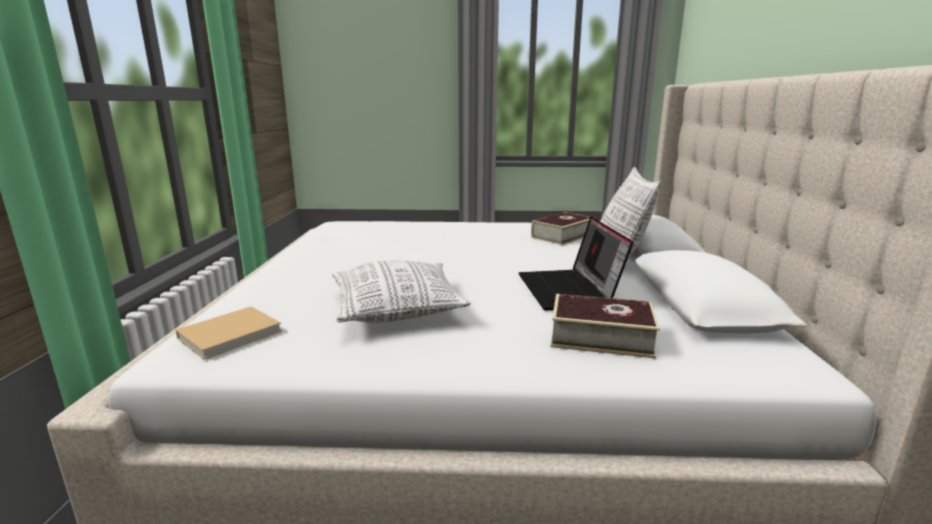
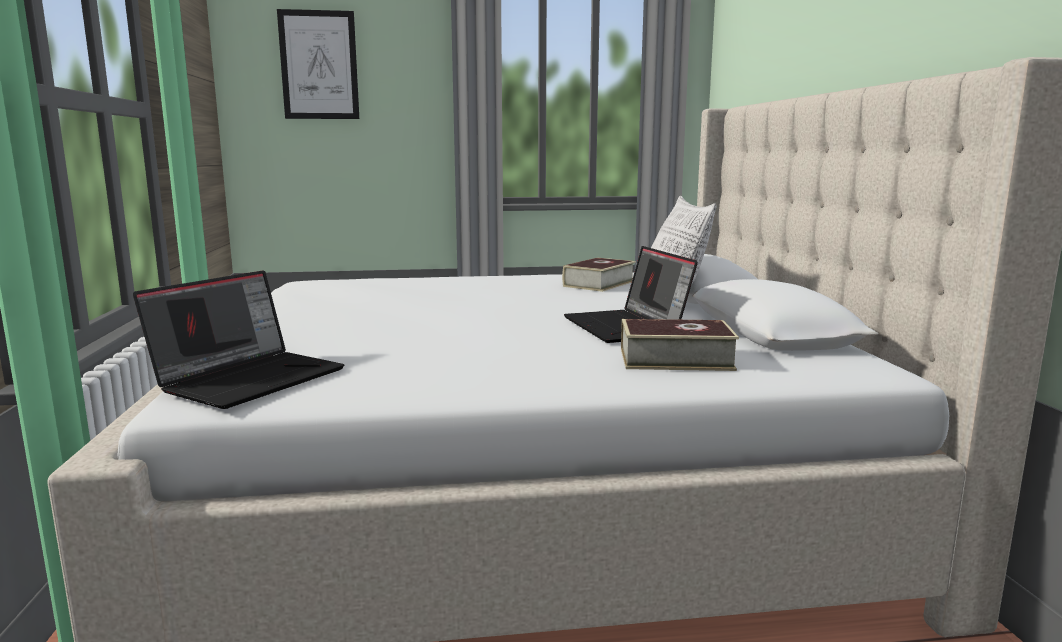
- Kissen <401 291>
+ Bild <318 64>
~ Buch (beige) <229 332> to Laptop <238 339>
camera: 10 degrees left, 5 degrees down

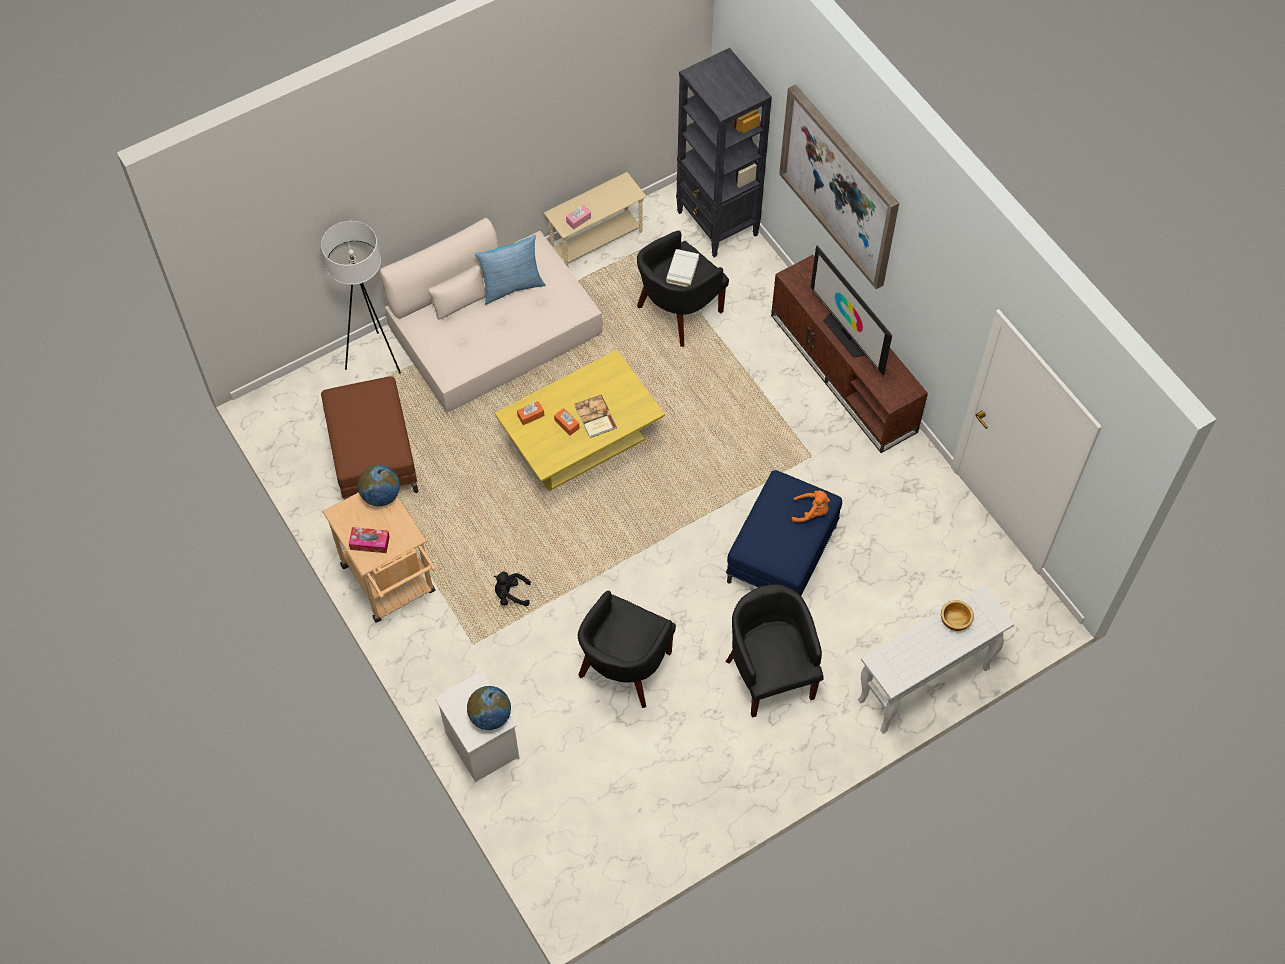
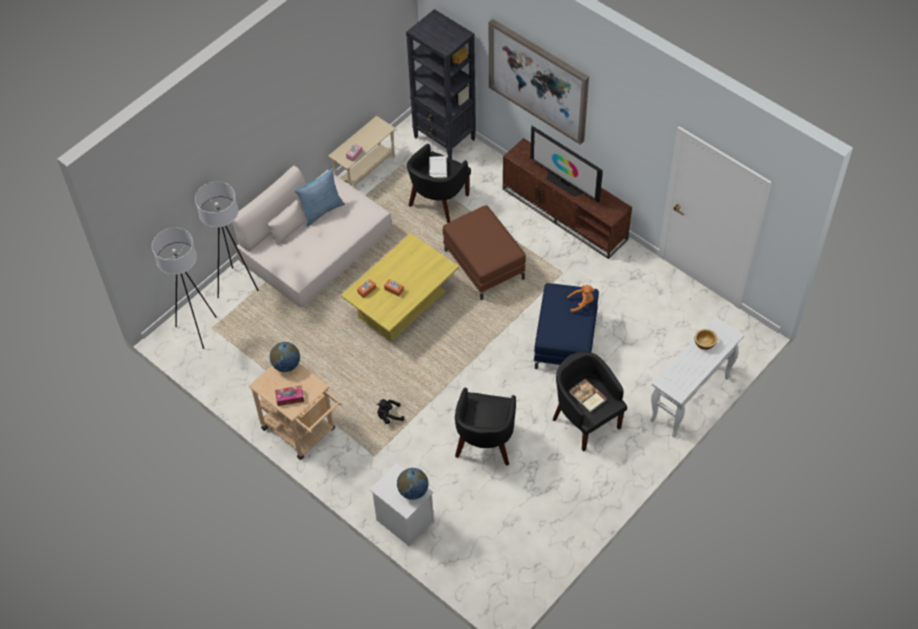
+ Stehlampe (weiß) <184 288>
~ Polsterhocker (braun) <369 438> to <484 252>
~ Buch <596 416> to <588 395>
camera: 15 degrees left, 5 degrees down

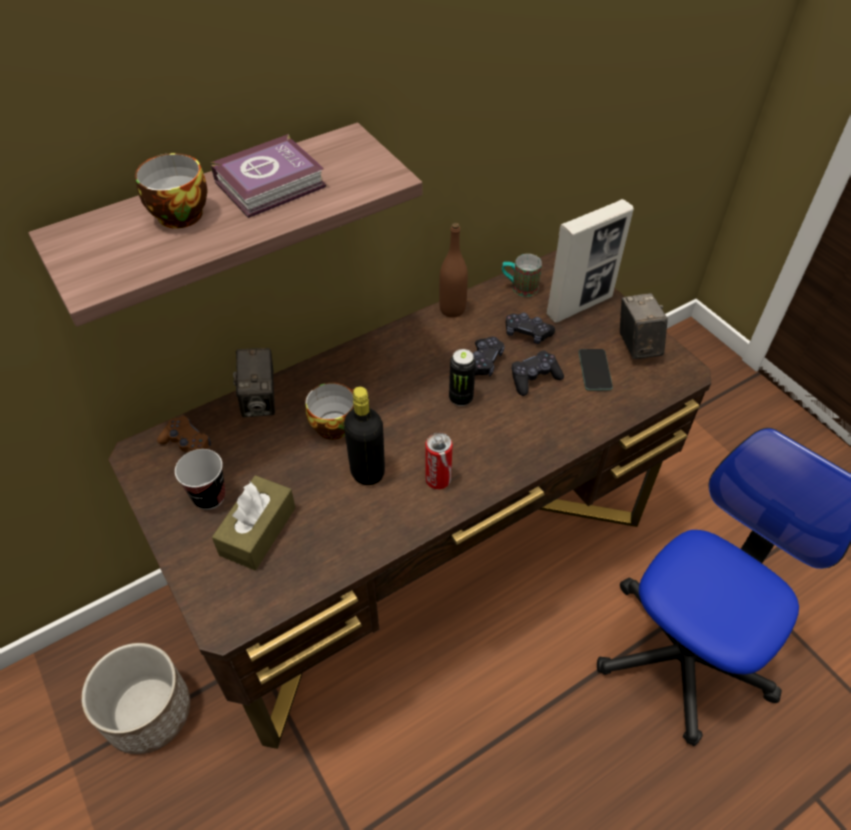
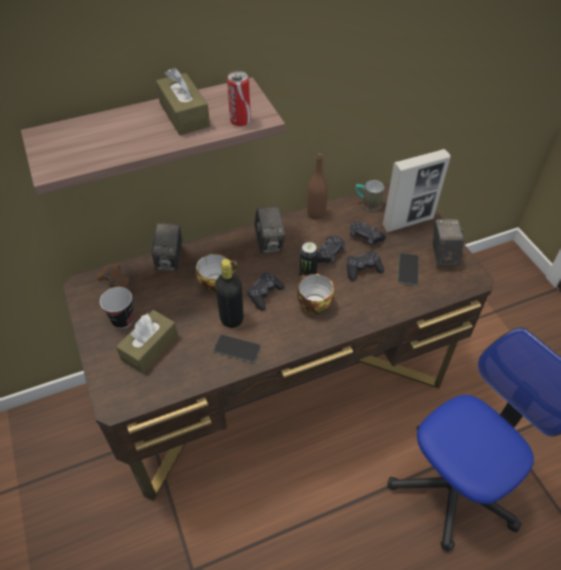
- Pflanzkübel <135 698>
+ Handy <237 349>
+ Gamepad (schwarz) <266 291>
+ Kamera <270 230>
~ Tasse <171 191> to <315 294>
~ Dose <439 461> to <239 98>
~ Buch <268 176> to Taschentuchbox (braun) <183 101>
camera: 10 degrees right, 0 degrees up

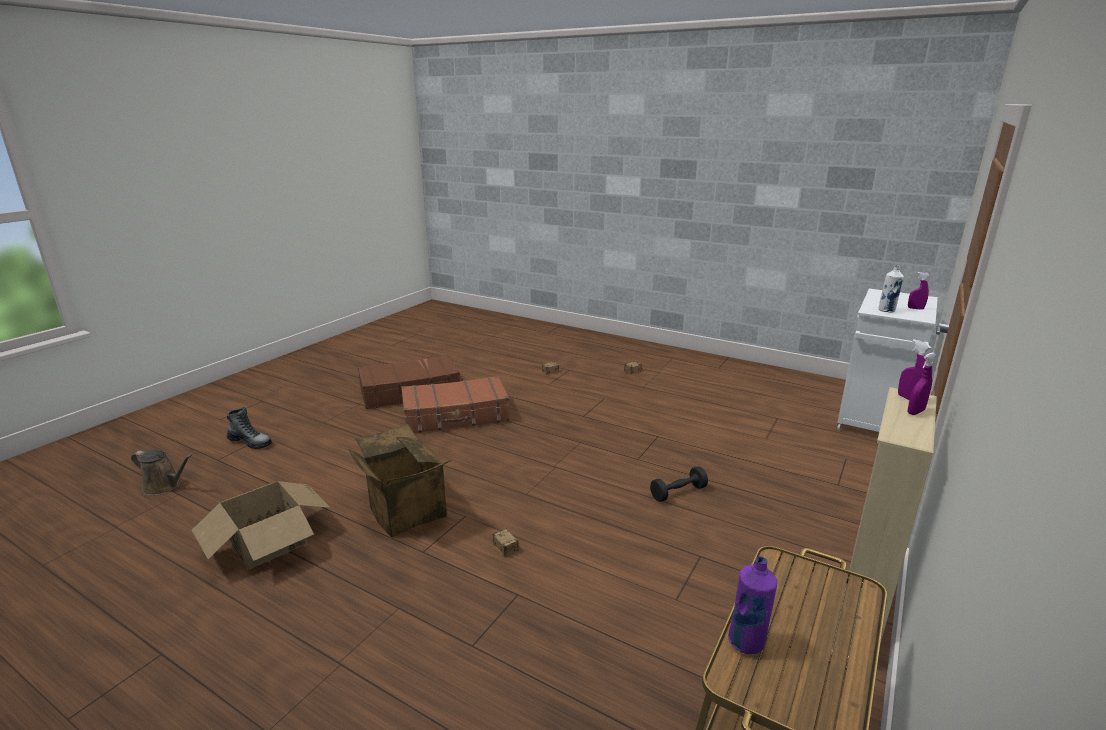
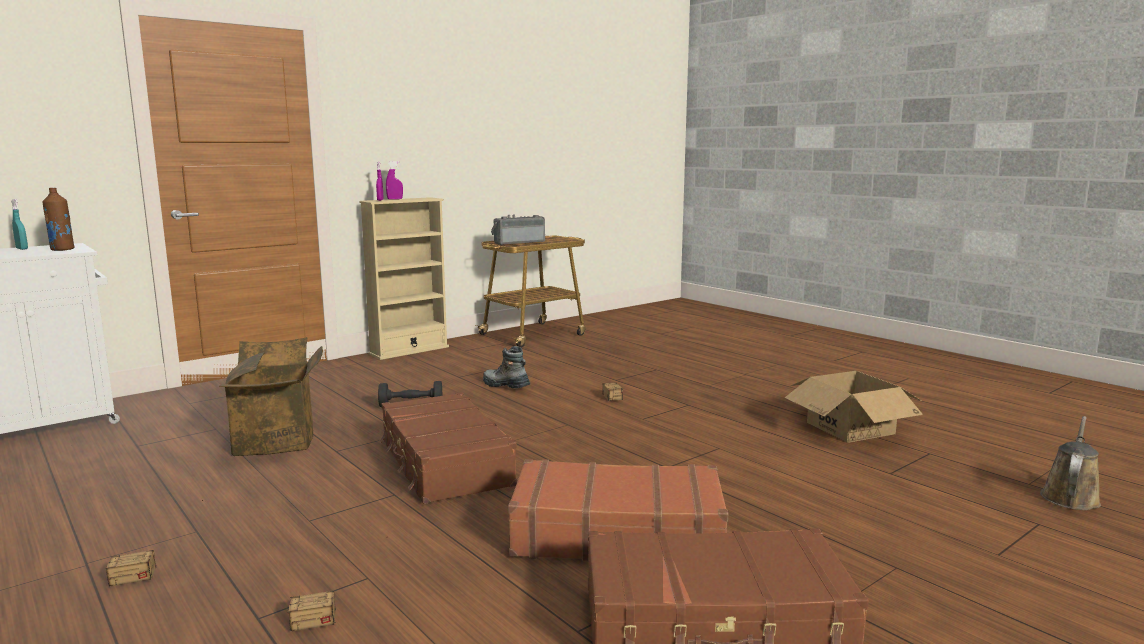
- Flasche (lila) <752 605>
+ Koffer (braun) <448 448>
+ Radio <518 230>
~ Stiefel <249 428> to <506 367>
~ Karton <399 480> to <271 396>
~ Flasche (weiß) <891 288> to Flasche (braun) <58 219>
~ Sprühflasche (lila) <919 291> to Sprühflasche (türkis) <19 224>
~ Gießkanne (braun) <161 473> = <1070 463> 90 degrees clockwise
camera: 160 degrees left, 10 degrees down

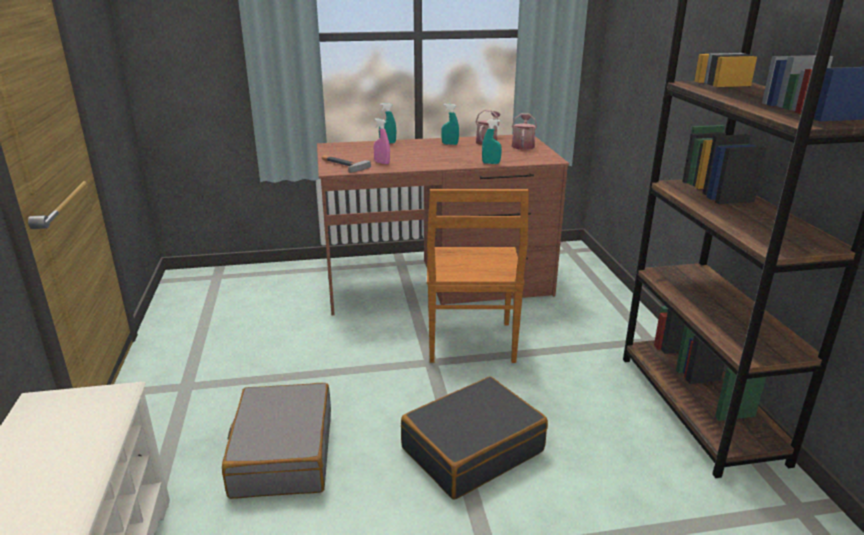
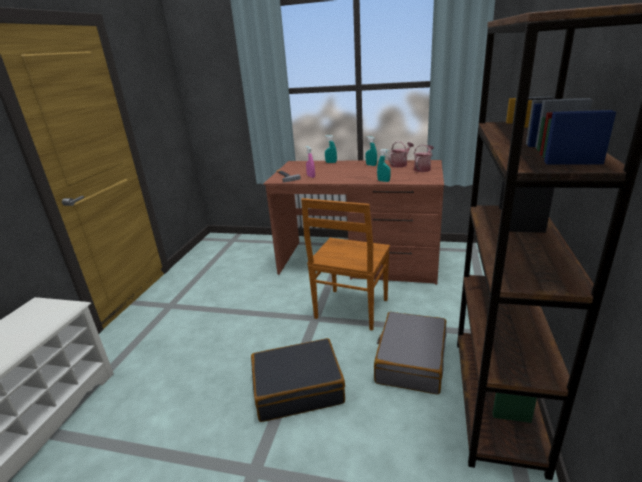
~ Koffer (grau) <276 441> to <410 353>
camera: 25 degrees right, 0 degrees up

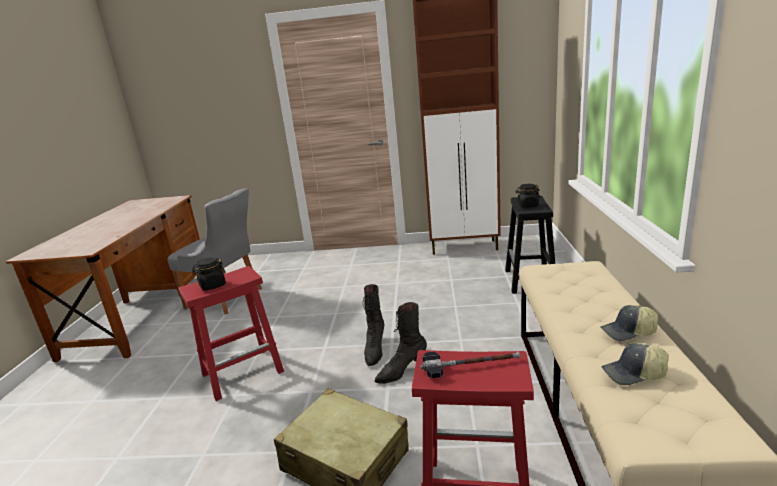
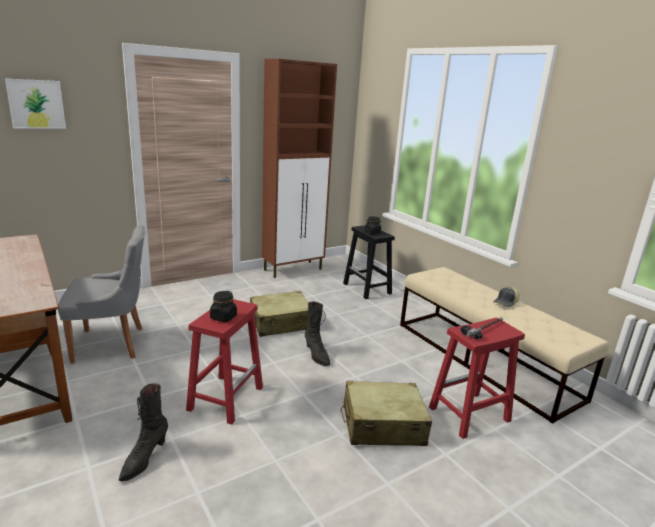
- Kappe <635 364>
+ Bild <35 103>
+ Koffer (beige) <279 314>
~ Stiefel (schwarz) <400 343> to <143 432>
camera: 40 degrees left, 0 degrees up

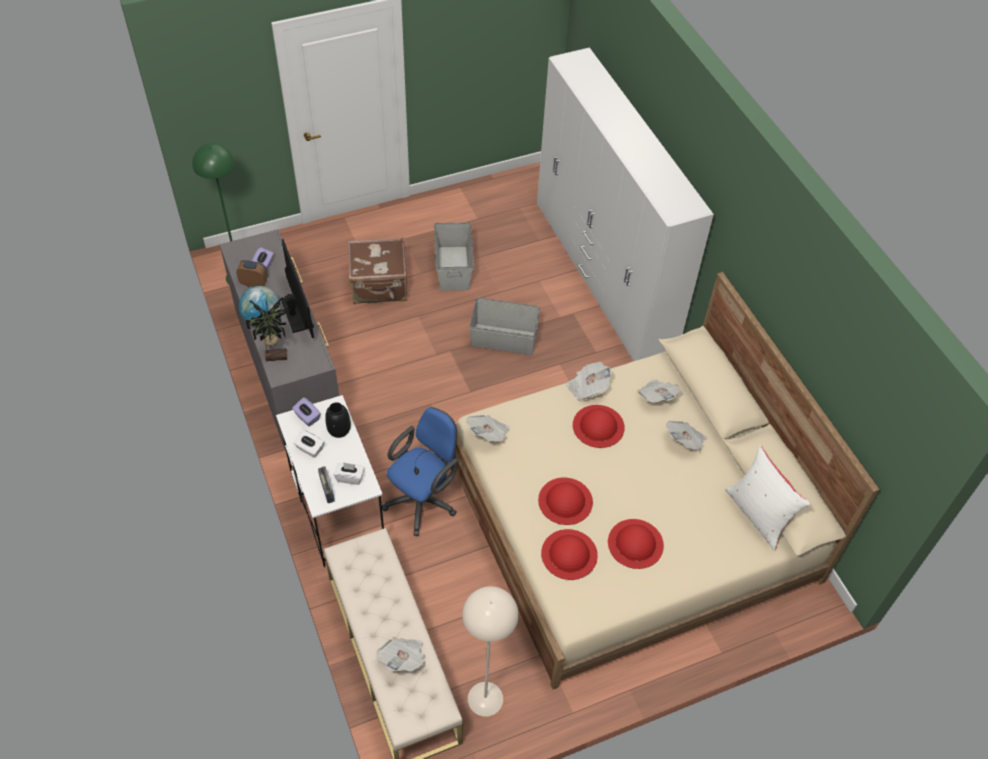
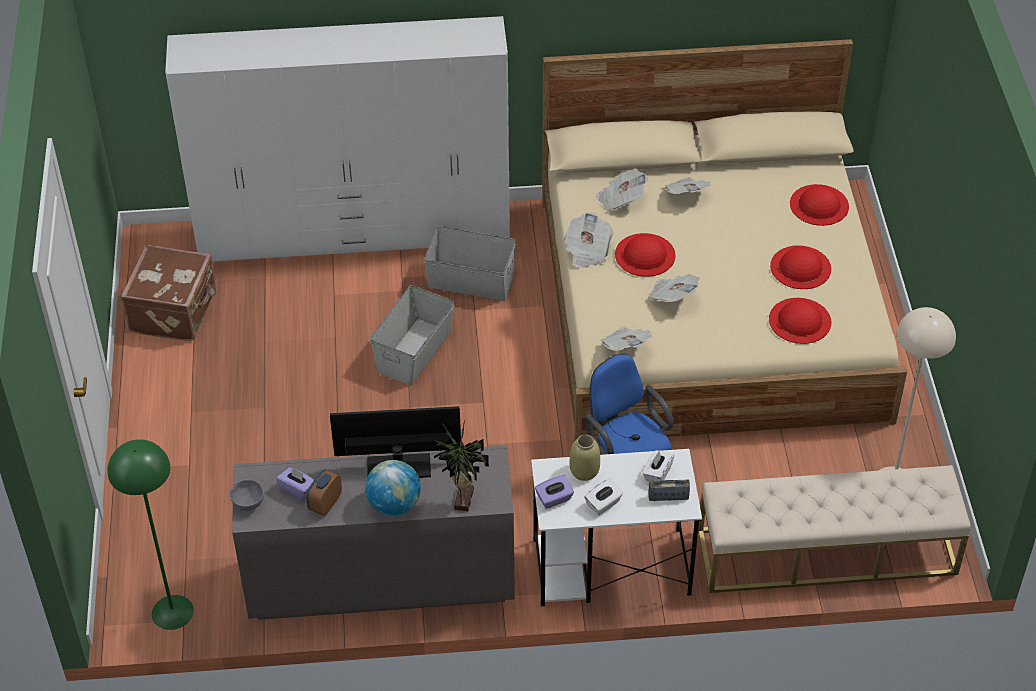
- Kissen (weiß) <768 498>
+ Schüssel (grau) <247 495>
~ Koffer (braun) <377 271> to <169 292>
~ Zeitung <401 654> to <674 288>
~ Aufbewahrungsbox (grau) <454 256> to <470 263>
~ Hut (rot) <565 501> to <819 205>
~ Vase (schwarz) <338 420> to Vase (beige) <585 458>
camera: 70 degrees left, 5 degrees down

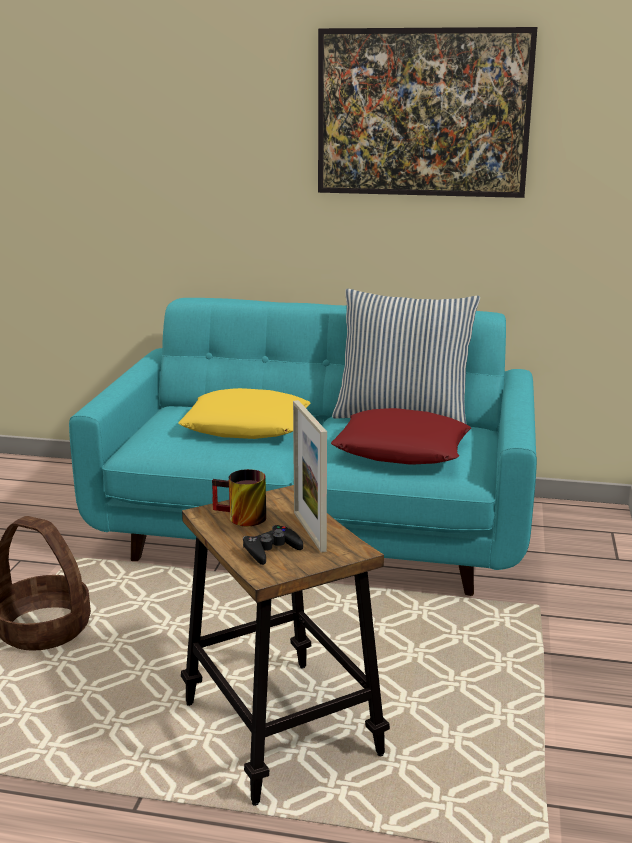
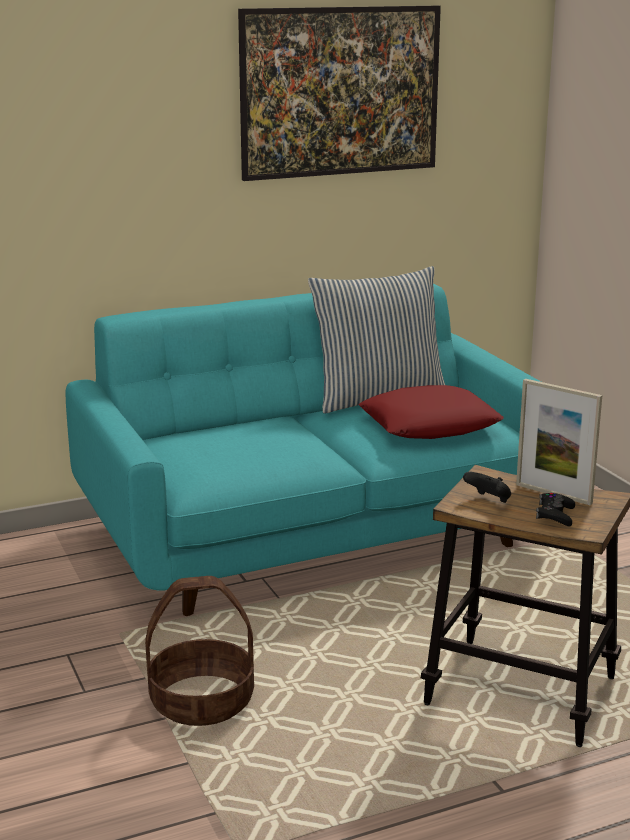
- Kissen (gelb) <244 413>
~ Henkelbecher <239 497> to Gamepad (schwarz) <487 487>
camera: 35 degrees left, 0 degrees up

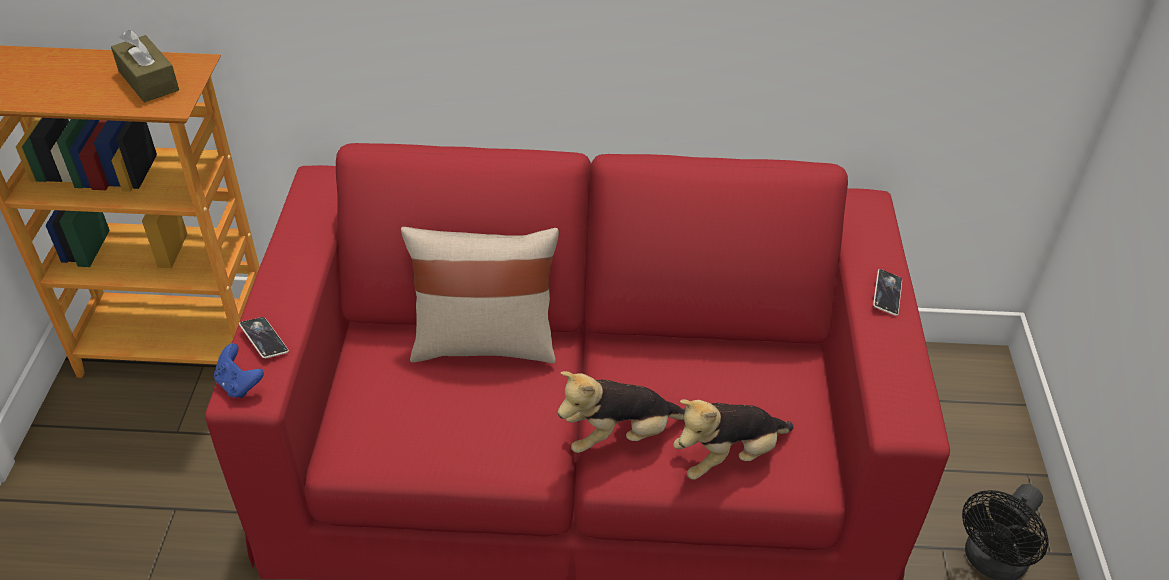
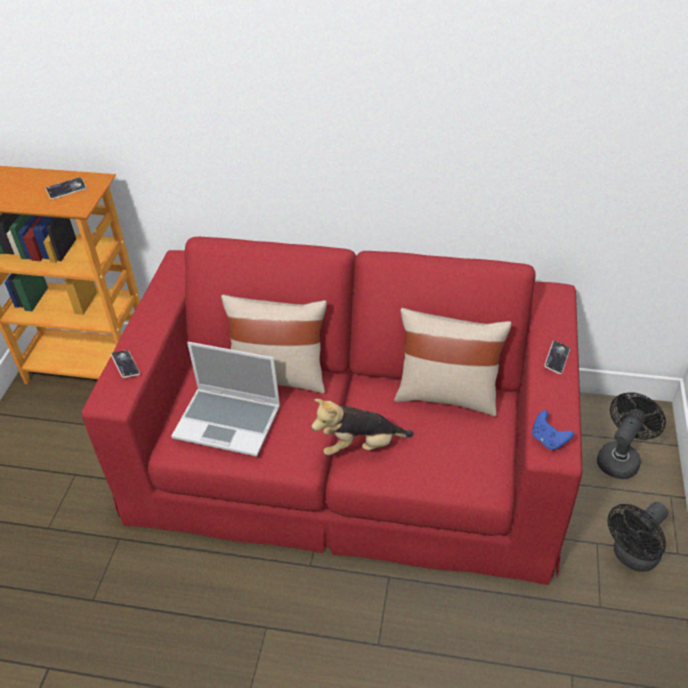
- Plüschtier <733 439>
+ Laptop <226 399>
+ Kissen (beige) <452 362>
+ Ventilator (schwarz) <631 435>
~ Gamepad (blau) <239 370> to <553 430>
~ Taschentuchbox (braun) <145 66> to Handy <66 188>
camera: 10 degrees right, 0 degrees up

